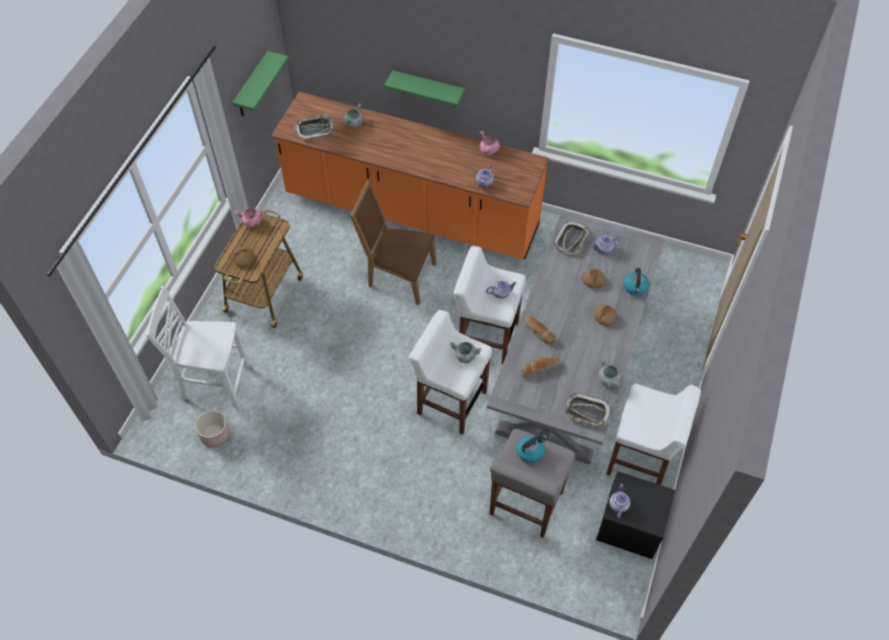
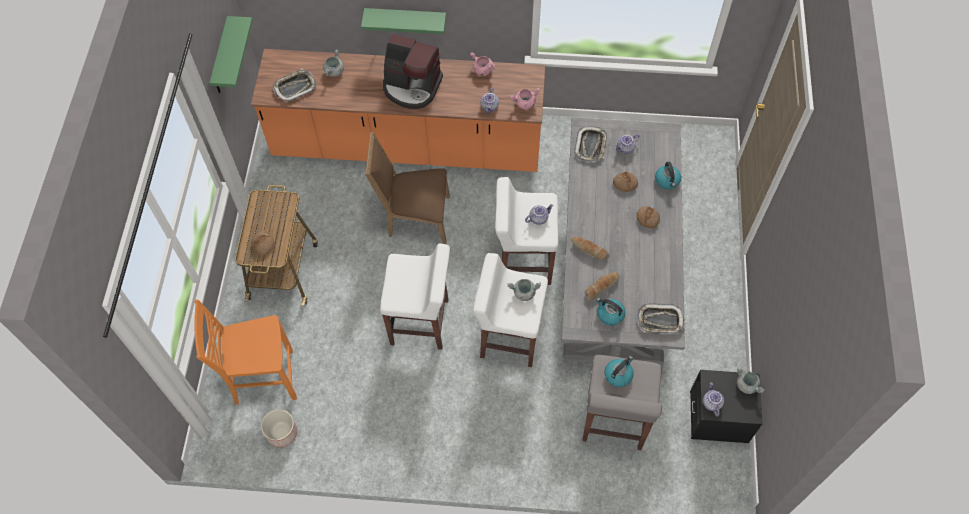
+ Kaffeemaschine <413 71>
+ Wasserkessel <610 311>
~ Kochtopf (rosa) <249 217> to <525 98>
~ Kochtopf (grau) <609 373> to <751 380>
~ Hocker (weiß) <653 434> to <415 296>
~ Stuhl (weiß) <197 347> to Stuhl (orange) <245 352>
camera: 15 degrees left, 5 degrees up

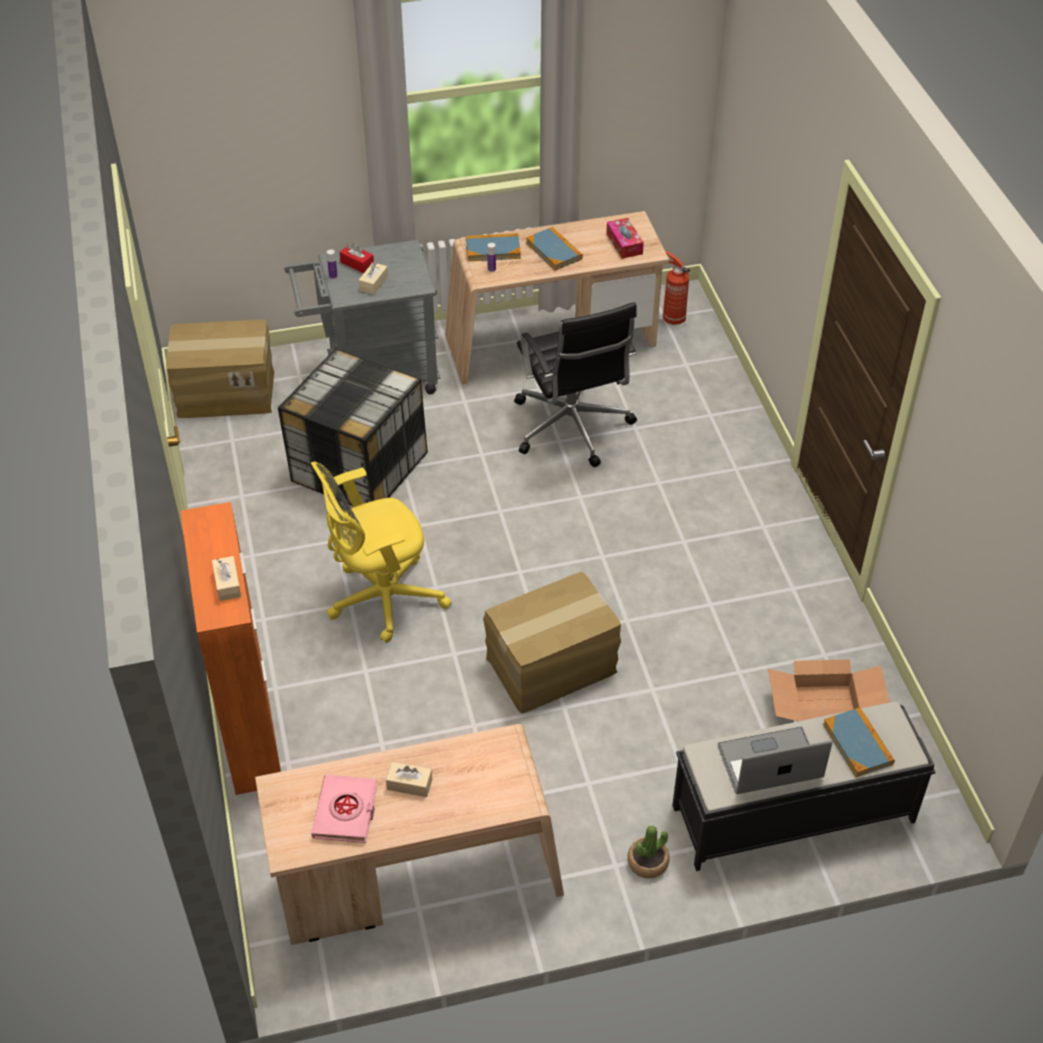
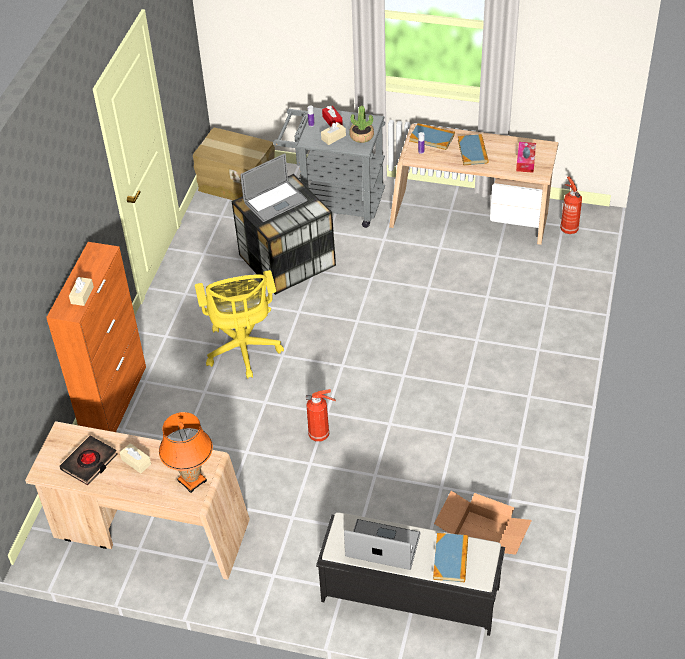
- Bürostuhl (schwarz) <575 384>
+ Tischlampe (orange) <186 452>
+ Laptop <273 187>
~ Topfpflanze <648 852> to <361 124>
~ Karton <552 643> to Feuerlöscher <321 415>
~ Buch (rosa) <344 809> to Buch (schwarz) <88 460>
~ Bürostuhl (gelb) <381 552> = <239 324> 105 degrees counterclockwise
camera: 30 degrees right, 0 degrees up

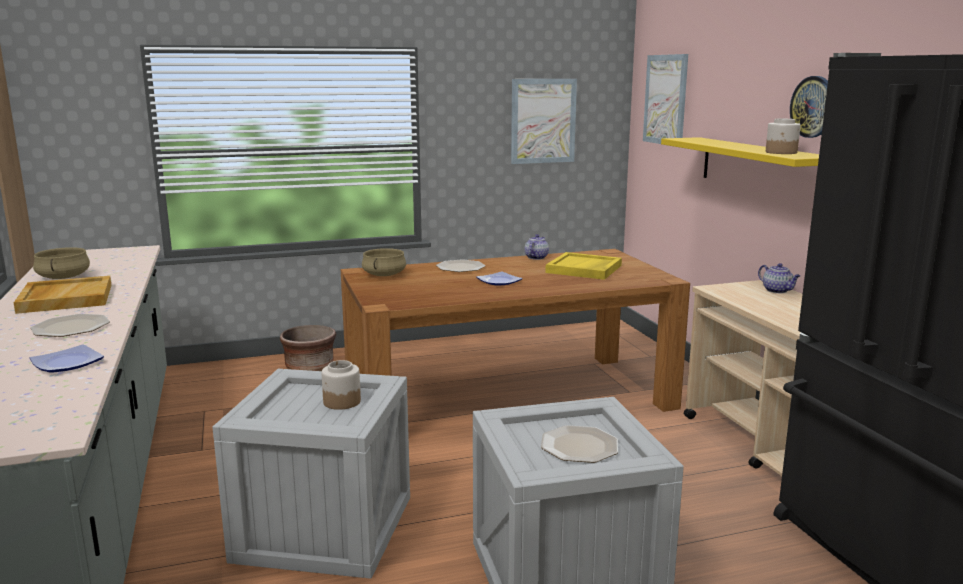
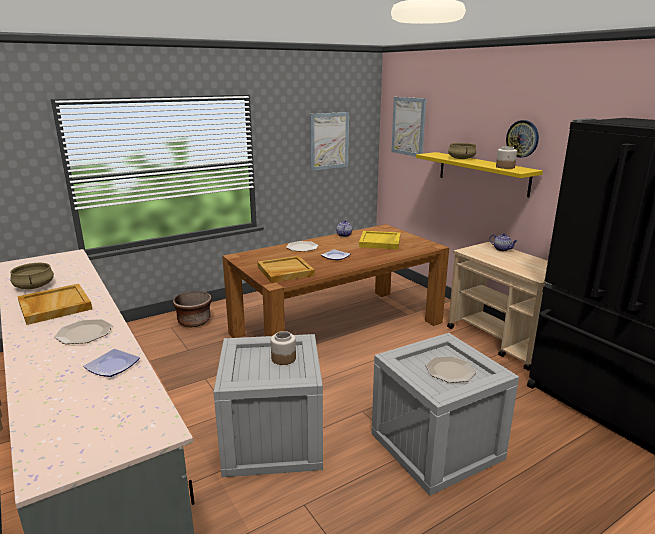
+ Tablett (beige) <286 269>
~ Kochtopf (beige) <384 262> to <462 151>
camera: 15 degrees left, 5 degrees up

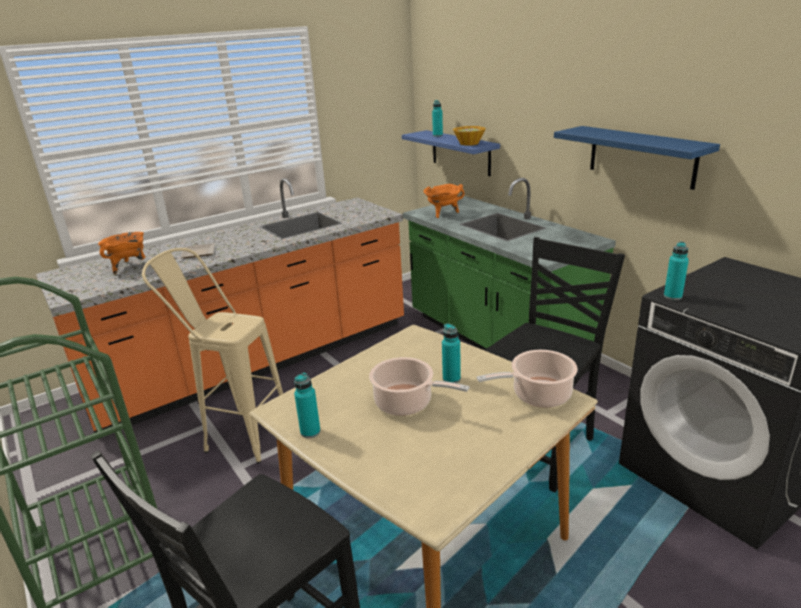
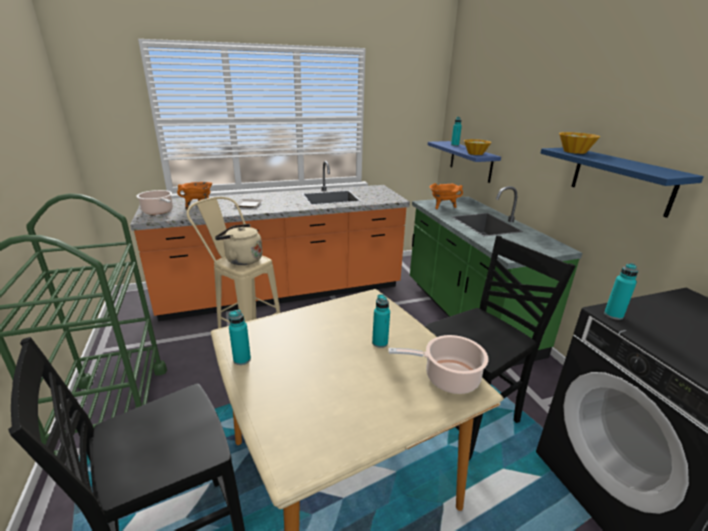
+ Wasserkessel (beige) <238 244>
+ Schüssel <579 143>
~ Kochtopf <419 386> to <154 202>
camera: 15 degrees right, 0 degrees up

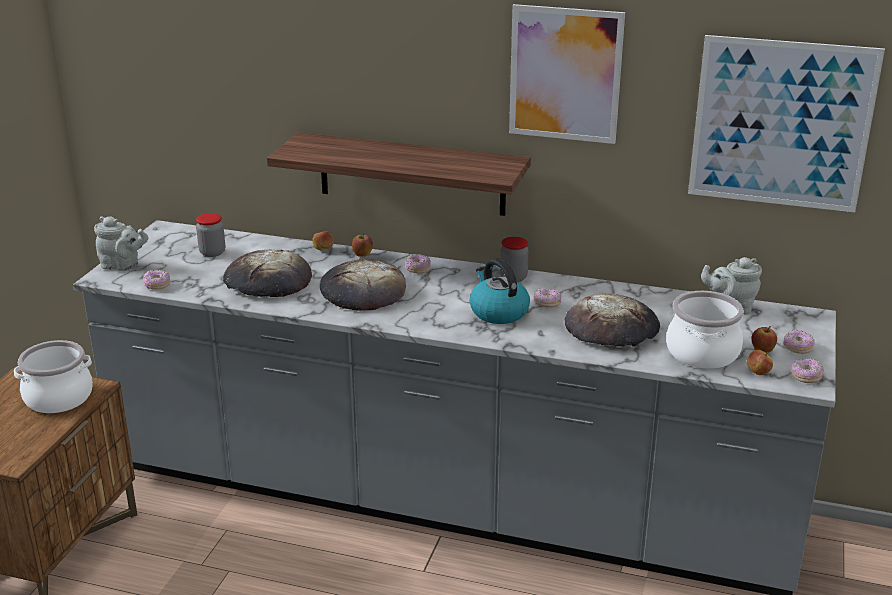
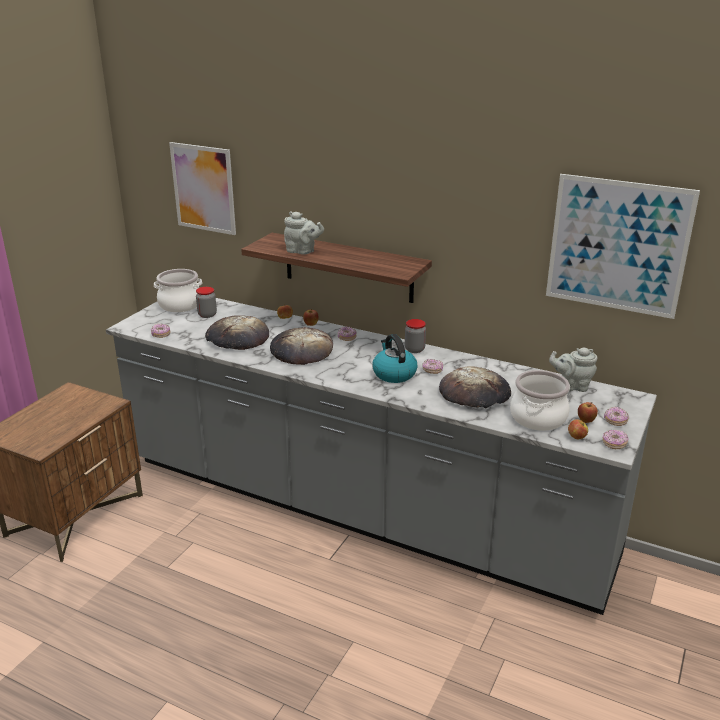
~ Kochtopf <53 376> to <178 290>
~ Teekanne (grau) <121 243> to <304 232>
~ Bild <567 74> to <202 188>
camera: 10 degrees right, 0 degrees up

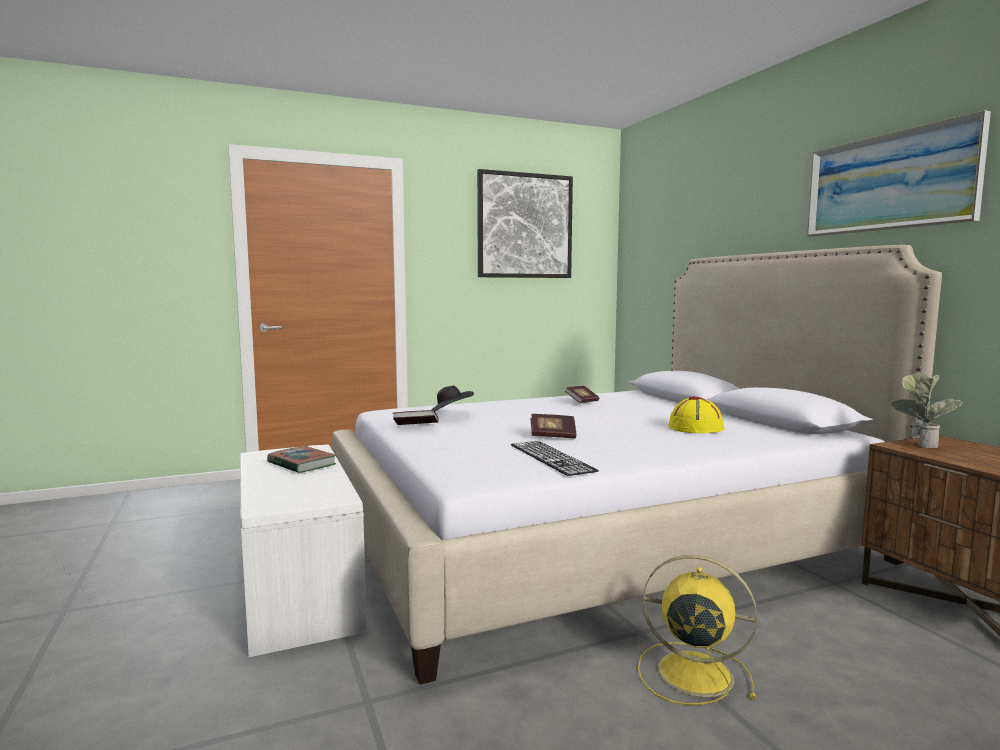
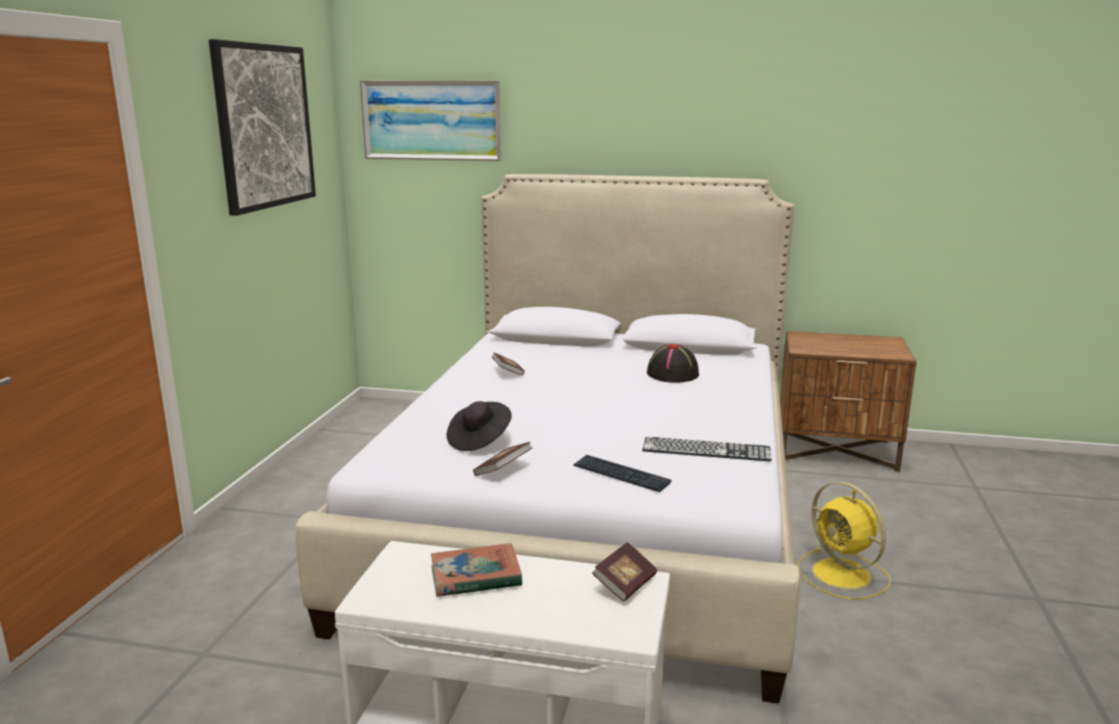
- Topfpflanze <926 410>
+ Tastatur <622 473>
~ Buch <553 426> to <624 572>
~ Bild <899 173> to <431 120>
~ Hut (gelb) <696 414> to Hut (schwarz) <673 363>
~ Ventilator (gelb) <697 630> = <844 540> 90 degrees counterclockwise
camera: 55 degrees left, 10 degrees up

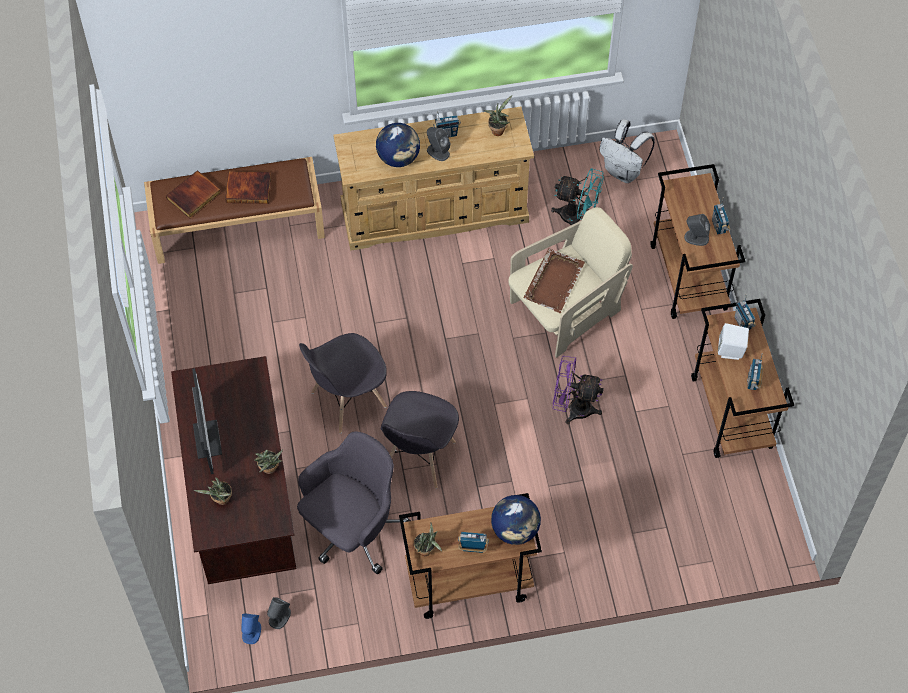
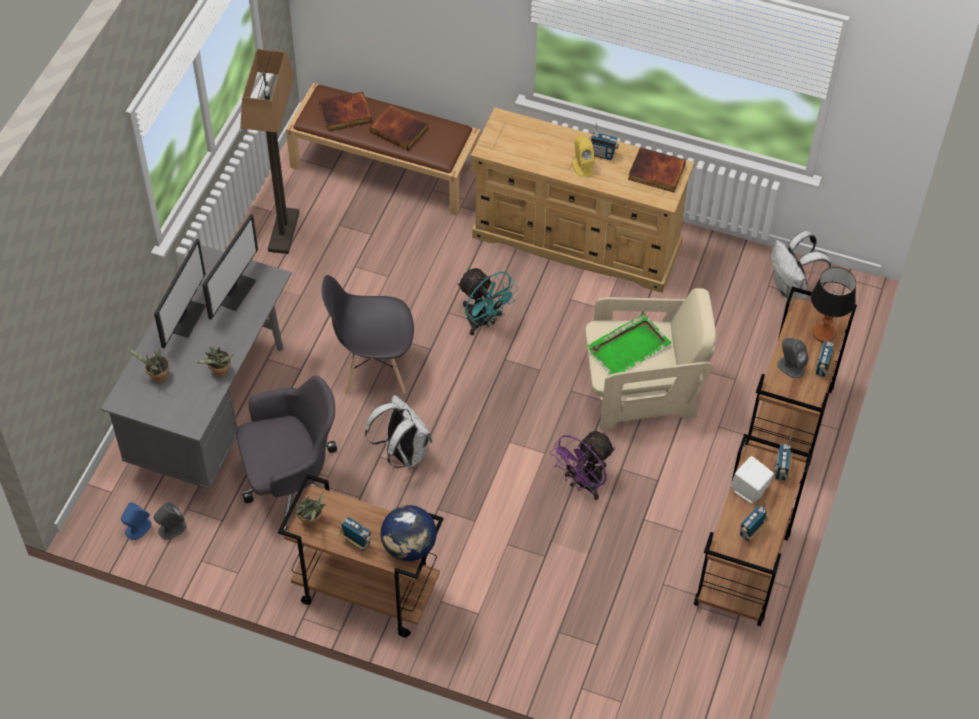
- Globus <398 145>
+ Monitor <230 267>
+ Stehlampe <269 151>
+ Tischlampe <833 305>
~ Ventilator (türkis) <577 196> to <488 301>
~ Stuhl (grau) <420 440> to Rucksack (weiß) <398 431>
~ Topfpflanze <498 115> to Buch <657 169>
~ Schreibtisch (braun) <233 470> to Schreibtisch (grau) <196 367>
~ Lautsprecher (grau) <438 144> to Lautsprecher (gelb) <583 156>
~ Tablett (braun) <554 280> to Tablett (grün) <628 344>
~ Ventilator (lila) <578 390> = <582 465> 90 degrees counterclockwise
camera: 30 degrees right, 5 degrees down

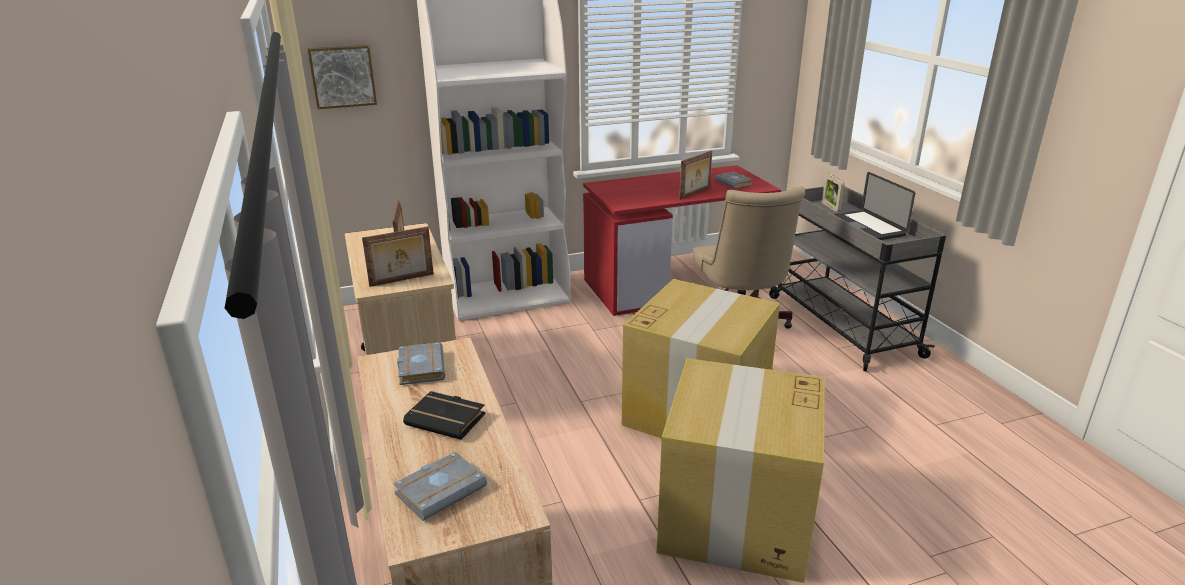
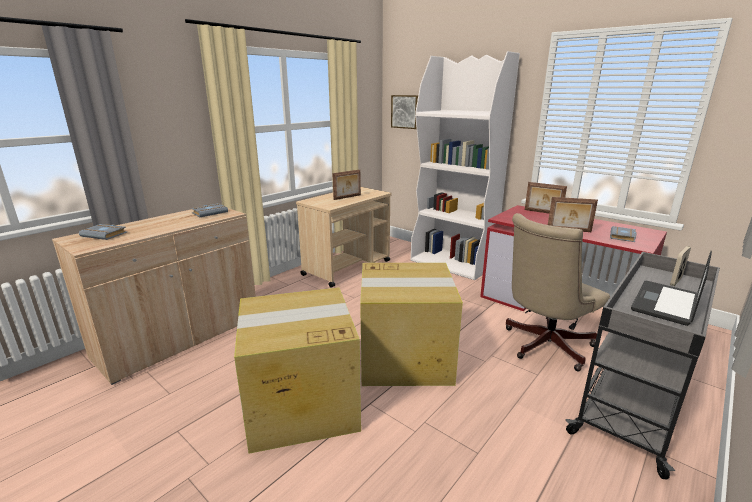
- Buch (schwarz) <444 415>
~ Bilderrahmen <398 256> to <546 198>
camera: 60 degrees right, 5 degrees down

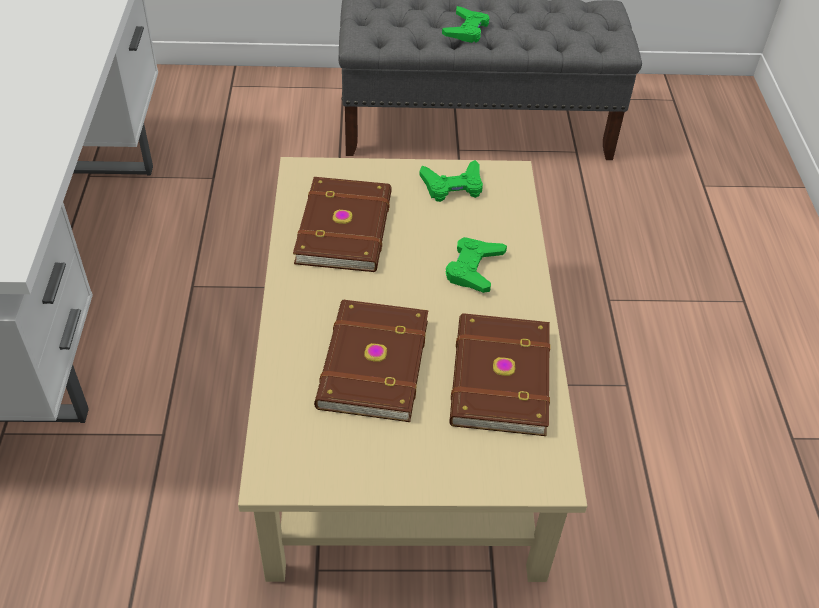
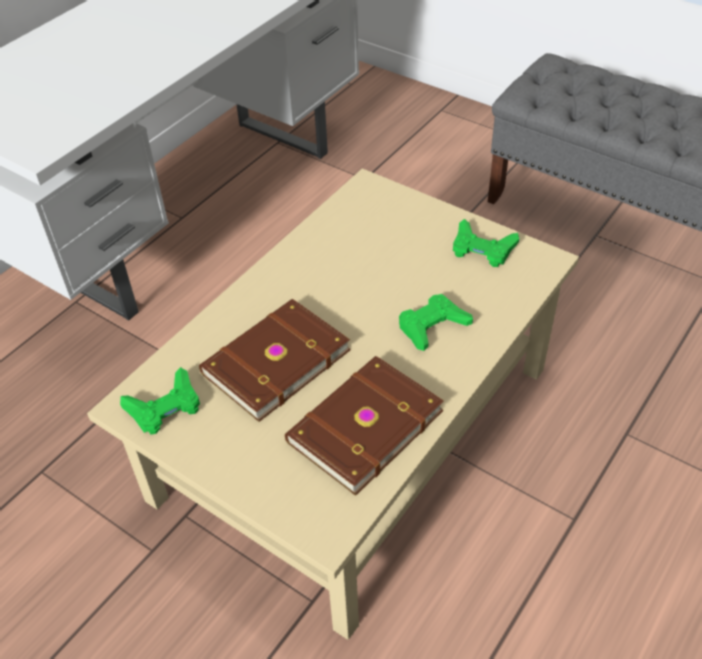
- Buch (braun) <342 224>
~ Gamepad (grün) <465 24> to <160 401>
camera: 40 degrees right, 0 degrees up

